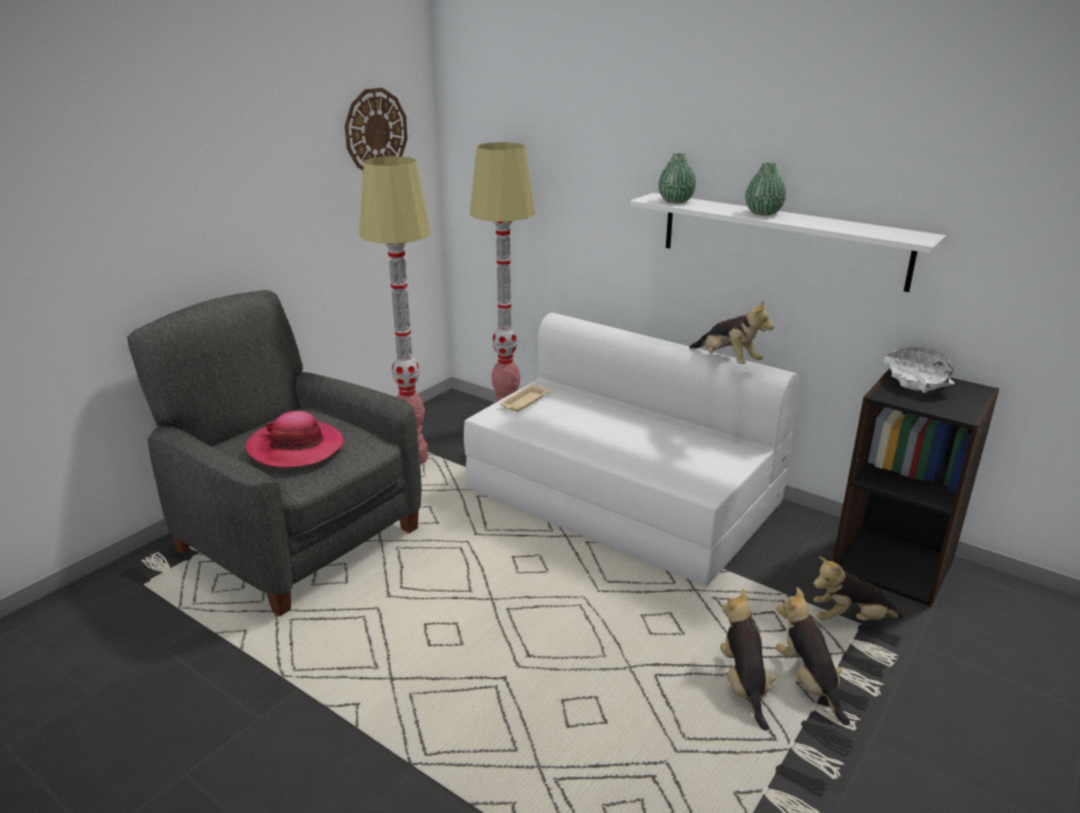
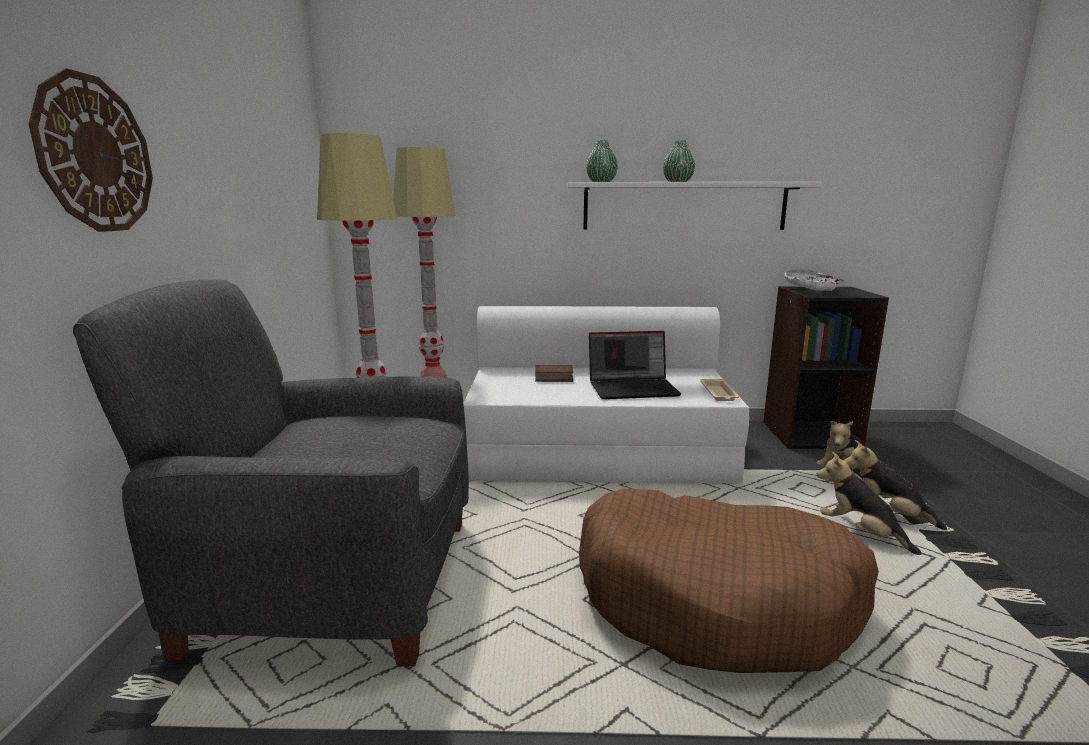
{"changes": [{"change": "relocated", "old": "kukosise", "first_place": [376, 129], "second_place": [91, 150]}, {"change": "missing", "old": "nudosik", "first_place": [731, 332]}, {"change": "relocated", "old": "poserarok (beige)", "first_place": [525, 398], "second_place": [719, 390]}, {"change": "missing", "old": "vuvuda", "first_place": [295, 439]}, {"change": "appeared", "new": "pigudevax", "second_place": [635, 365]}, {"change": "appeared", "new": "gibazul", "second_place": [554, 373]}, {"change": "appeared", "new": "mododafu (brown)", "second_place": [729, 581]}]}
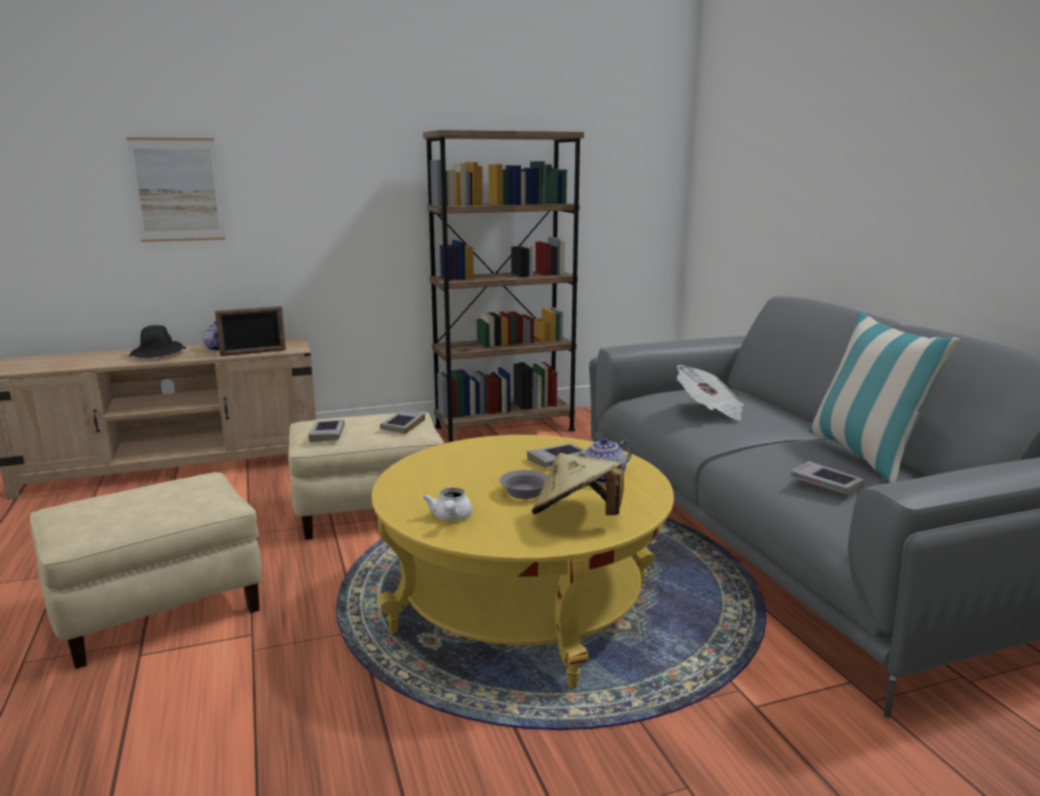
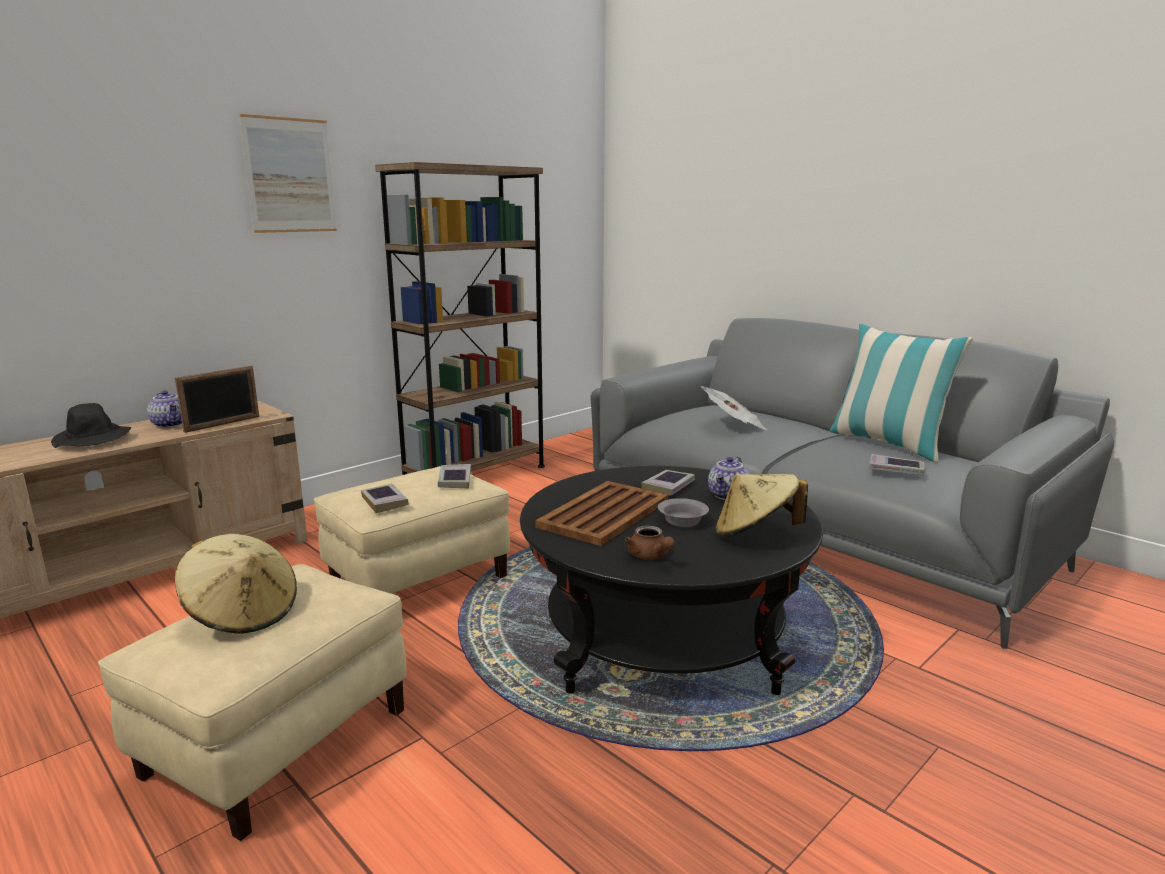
{"changes": [{"change": "relocated", "old": "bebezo", "first_place": [175, 189], "second_place": [288, 173]}, {"change": "colour", "old": "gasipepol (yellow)", "new": "gasipepol (black)", "first_place": [523, 561], "second_place": [671, 580]}, {"change": "colour", "old": "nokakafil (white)", "new": "nokakafil (brown)", "first_place": [448, 504], "second_place": [650, 542]}, {"change": "appeared", "new": "poserarok (brown)", "second_place": [601, 513]}, {"change": "appeared", "new": "vuvuda (beige)", "second_place": [236, 584]}]}
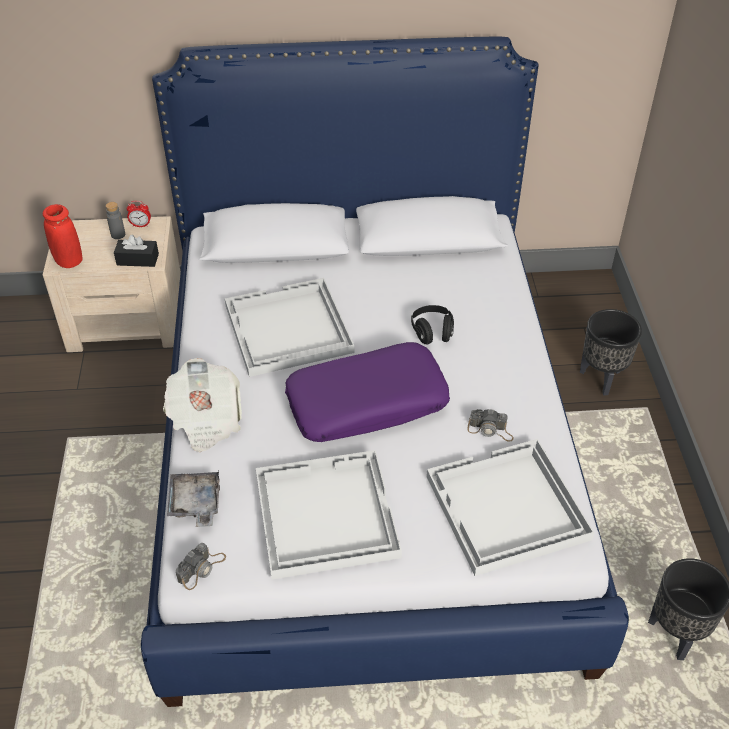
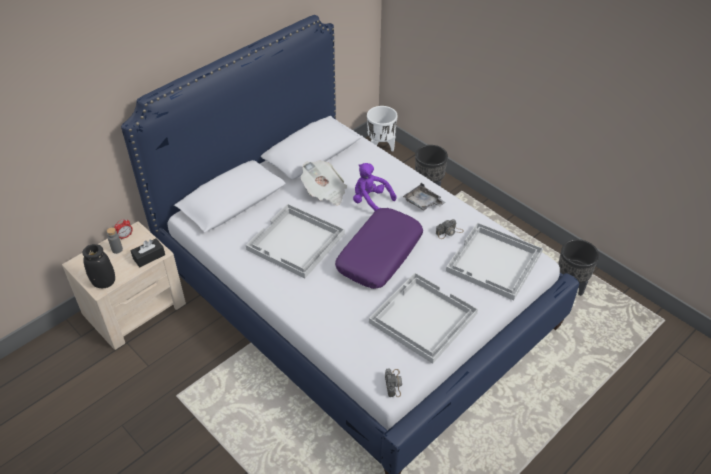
{"changes": [{"change": "colour", "old": "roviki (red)", "new": "roviki (black)", "first_place": [62, 236], "second_place": [99, 266]}, {"change": "exchanged", "old": "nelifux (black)", "new": "nudosik (purple)", "first_place": [432, 325], "second_place": [375, 187]}, {"change": "relocated", "old": "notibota", "first_place": [202, 405], "second_place": [323, 182]}, {"change": "relocated", "old": "poserarok (grey)", "first_place": [193, 499], "second_place": [424, 197]}, {"change": "appeared", "new": "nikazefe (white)", "second_place": [382, 128]}]}
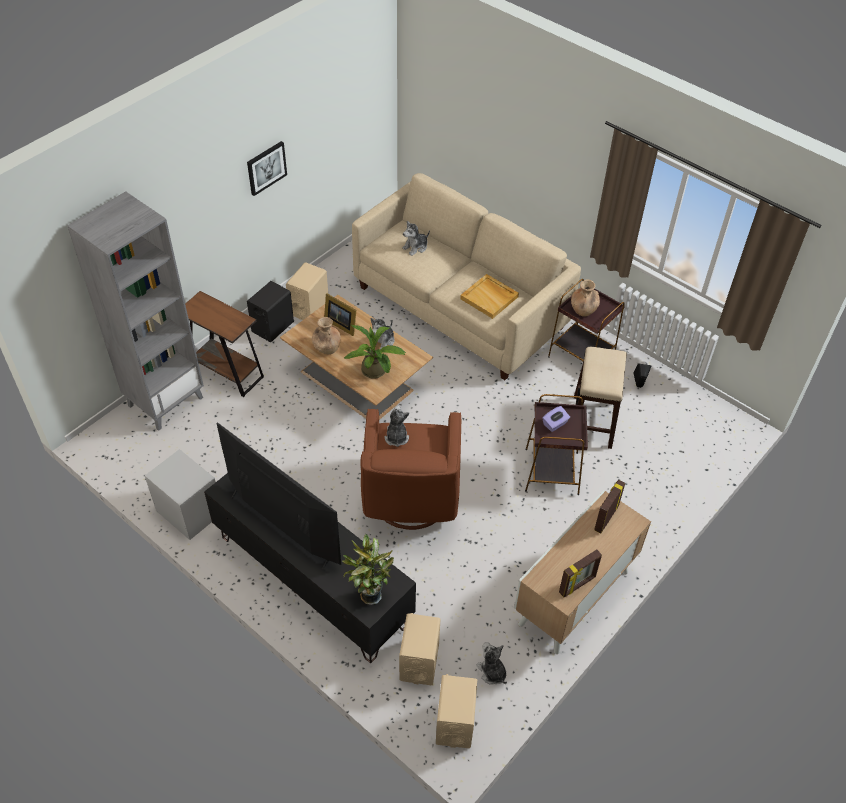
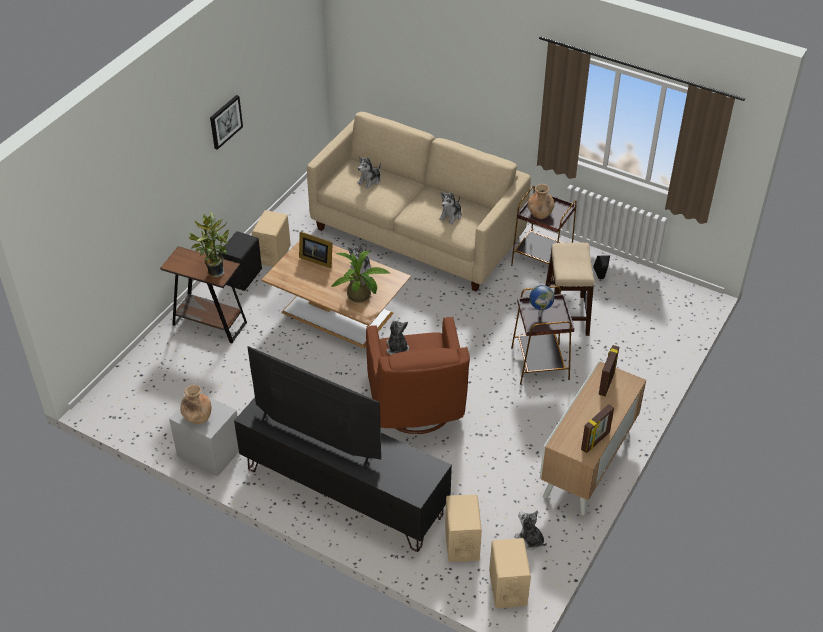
{"changes": [{"change": "missing", "old": "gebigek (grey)", "first_place": [135, 311]}, {"change": "exchanged", "old": "poserarok (beige)", "new": "nudosik", "first_place": [489, 296], "second_place": [450, 208]}, {"change": "relocated", "old": "roviki (brown)", "first_place": [326, 335], "second_place": [195, 404]}, {"change": "exchanged", "old": "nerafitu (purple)", "new": "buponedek", "first_place": [556, 419], "second_place": [542, 300]}, {"change": "relocated", "old": "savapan", "first_place": [368, 569], "second_place": [208, 245]}]}
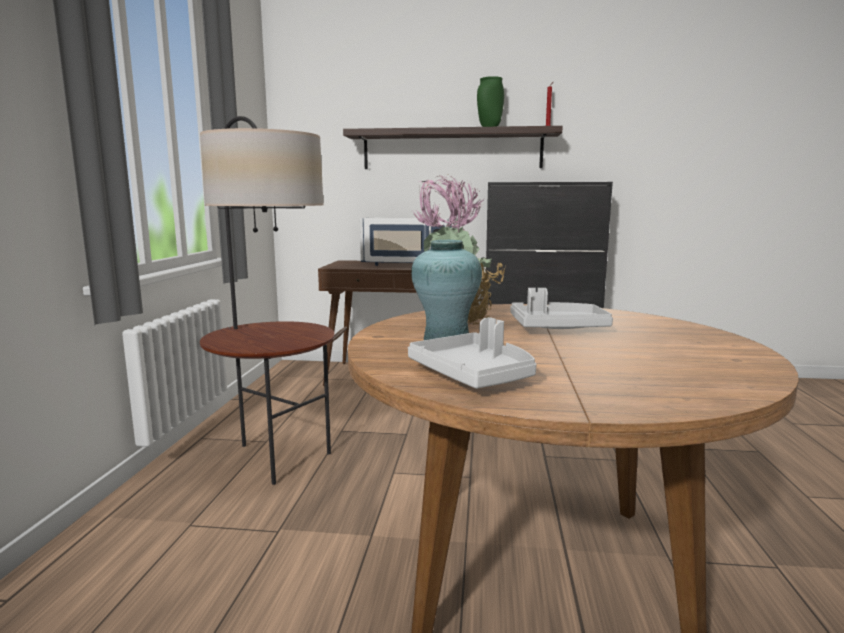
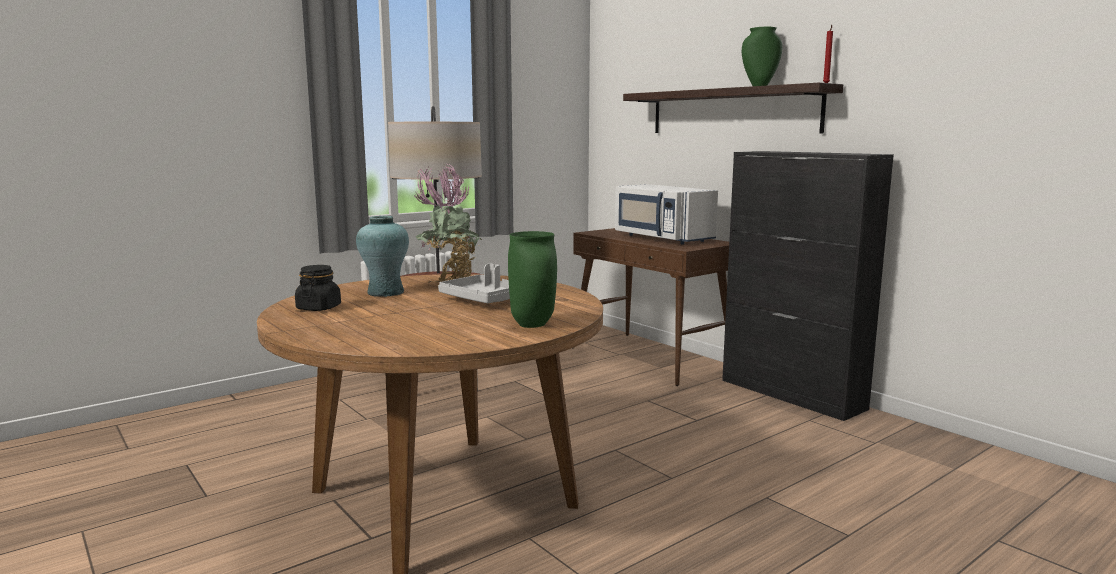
{"changes": [{"change": "exchanged", "old": "poserarok (grey)", "new": "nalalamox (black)", "first_place": [472, 353], "second_place": [318, 288]}, {"change": "appeared", "new": "roviki (green)", "second_place": [532, 279]}]}
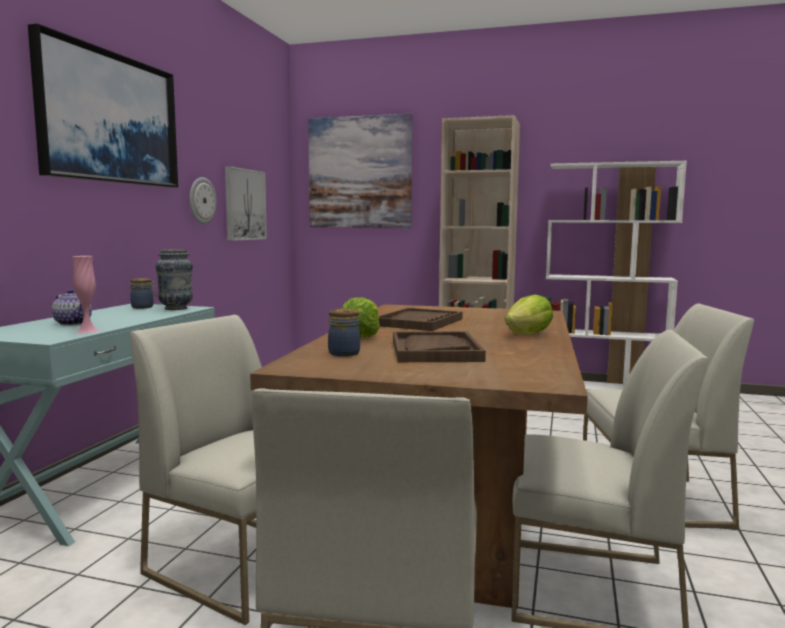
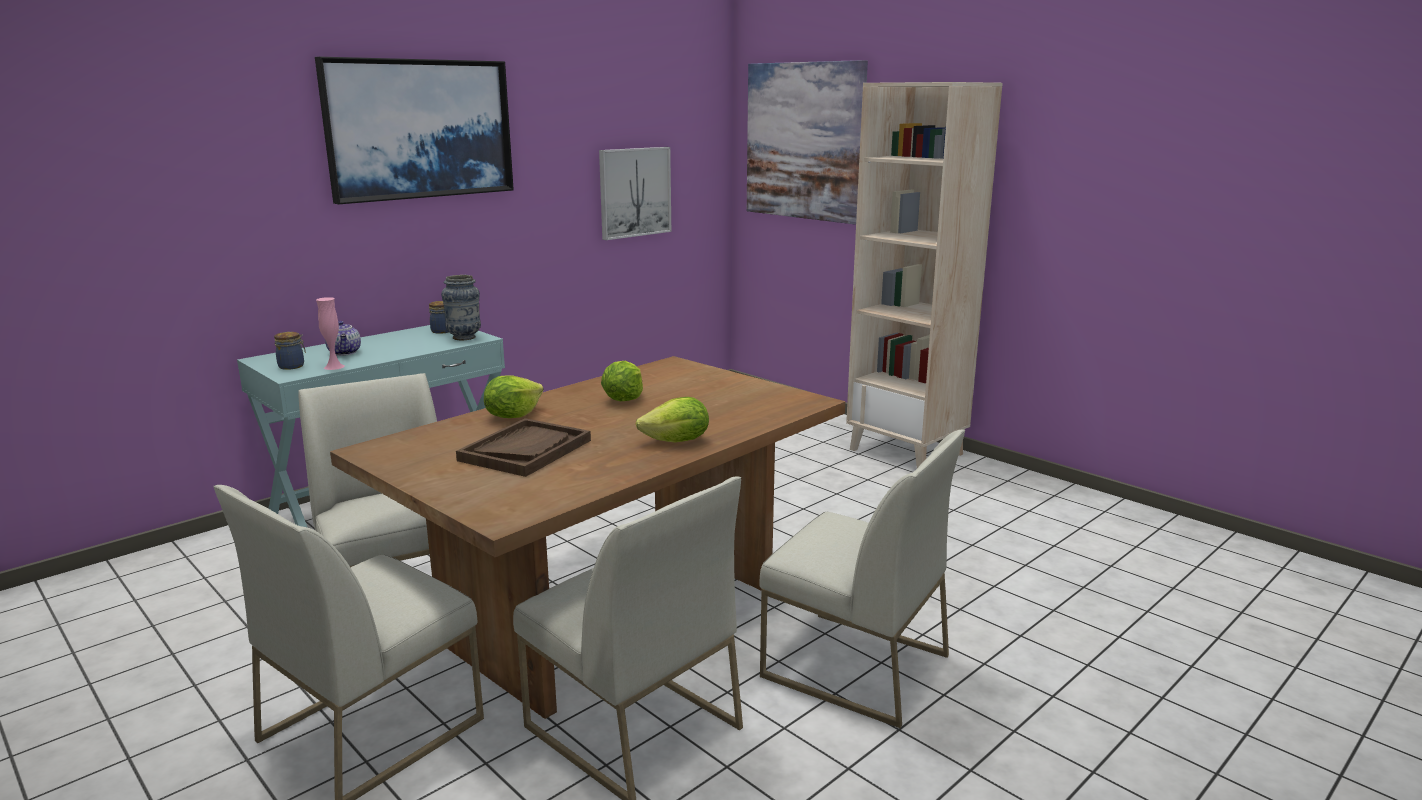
{"changes": [{"change": "missing", "old": "gebigek (white)", "first_place": [616, 275]}, {"change": "missing", "old": "kukosise", "first_place": [203, 200]}, {"change": "exchanged", "old": "poserarok (brown)", "new": "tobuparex", "first_place": [420, 319], "second_place": [622, 381]}, {"change": "relocated", "old": "nalalamox", "first_place": [344, 333], "second_place": [290, 351]}]}
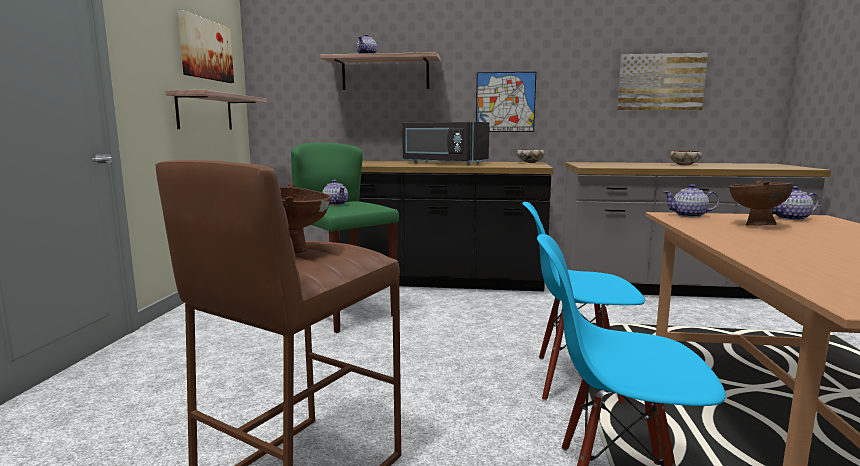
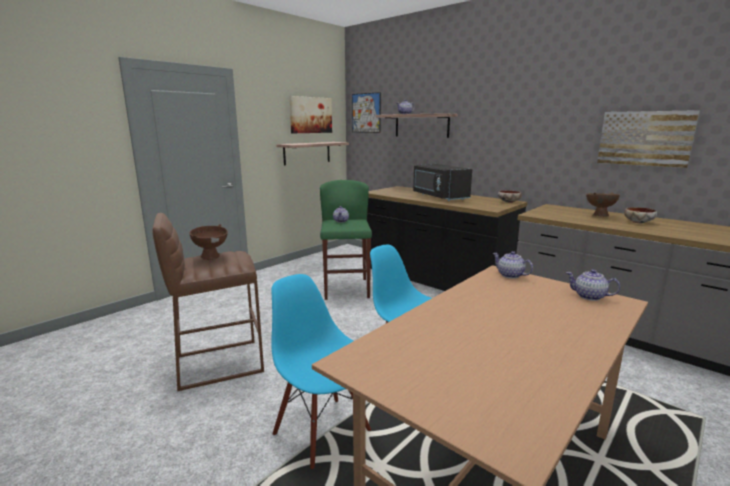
{"changes": [{"change": "relocated", "old": "bebezo", "first_place": [506, 102], "second_place": [366, 112]}, {"change": "relocated", "old": "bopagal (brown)", "first_place": [761, 203], "second_place": [603, 204]}]}
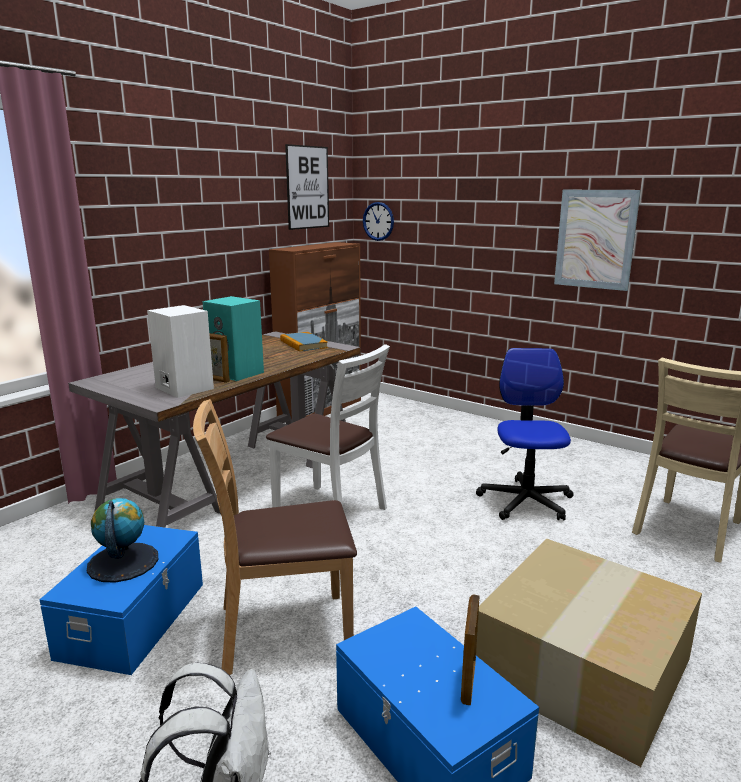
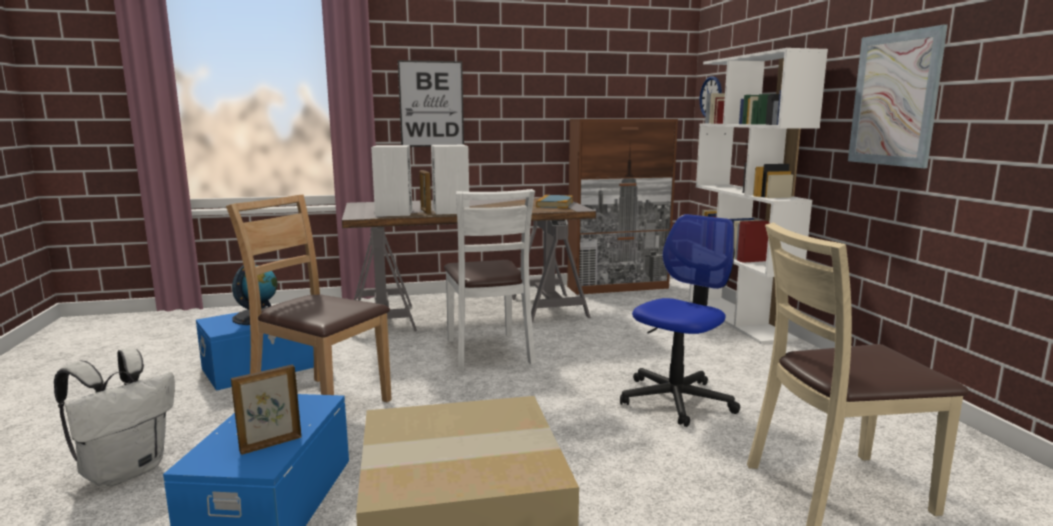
{"changes": [{"change": "relocated", "old": "bebezo", "first_place": [307, 187], "second_place": [431, 103]}, {"change": "colour", "old": "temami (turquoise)", "new": "temami (white)", "first_place": [233, 338], "second_place": [450, 180]}, {"change": "appeared", "new": "gebigek (white)", "second_place": [758, 196]}]}
